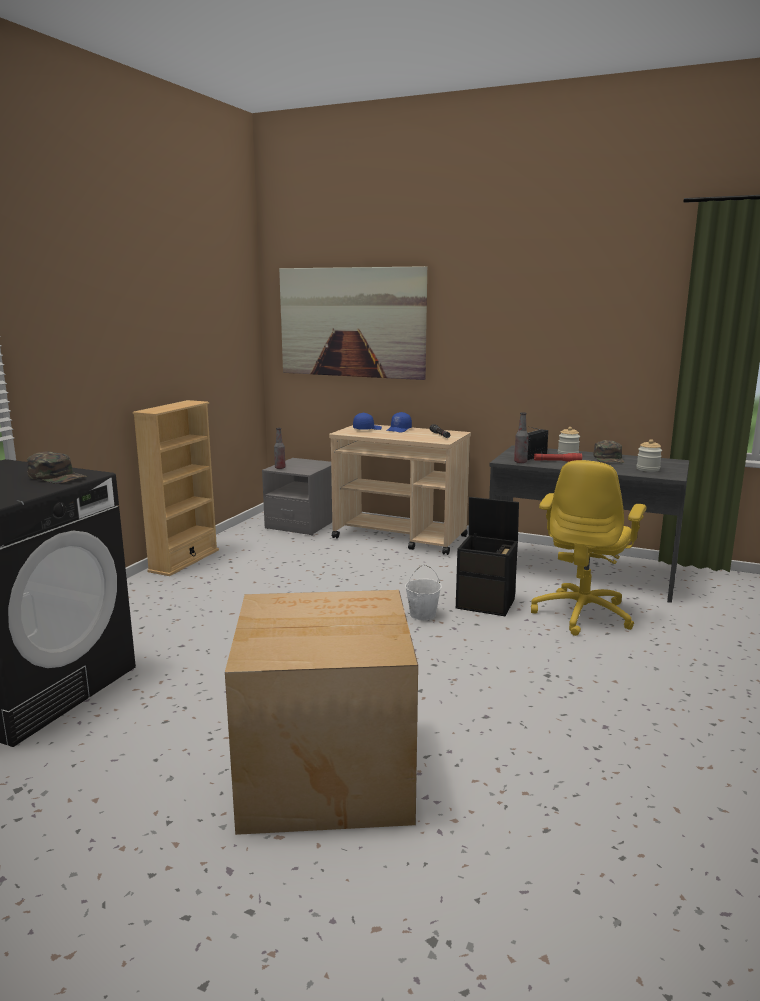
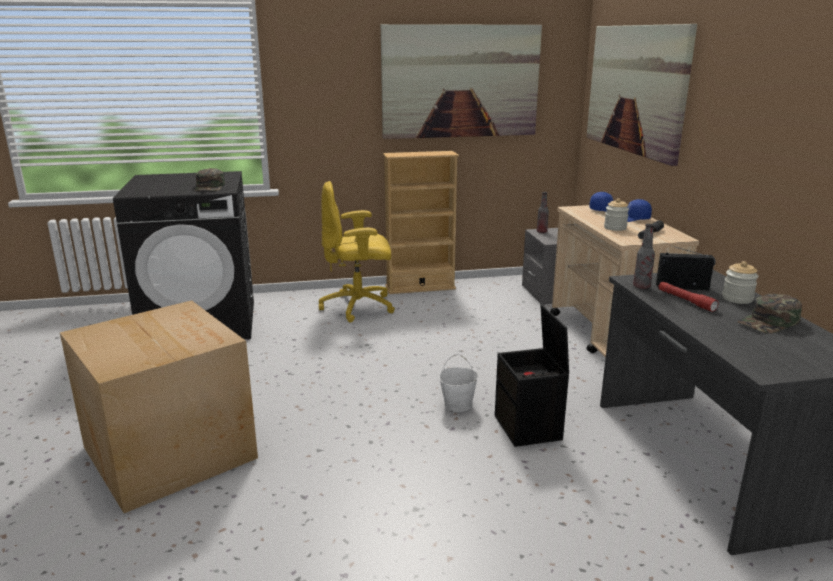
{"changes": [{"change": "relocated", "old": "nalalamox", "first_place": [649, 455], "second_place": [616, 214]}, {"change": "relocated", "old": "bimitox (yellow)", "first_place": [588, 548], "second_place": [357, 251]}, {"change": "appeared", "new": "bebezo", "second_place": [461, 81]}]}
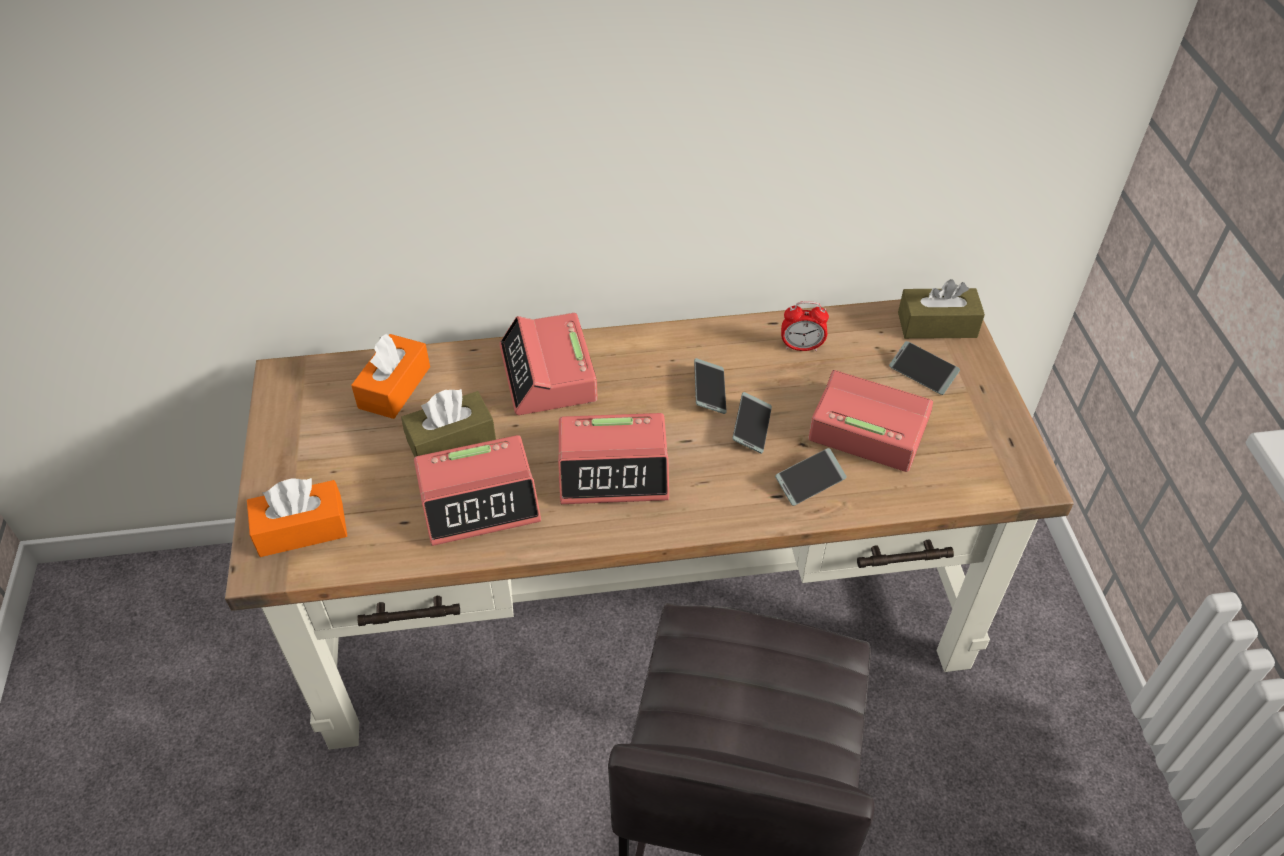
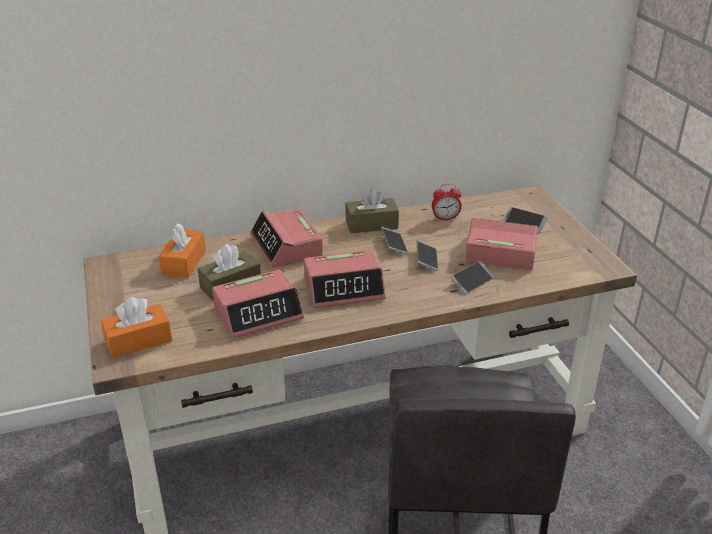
{"changes": [{"change": "relocated", "old": "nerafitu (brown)", "first_place": [941, 309], "second_place": [372, 211]}]}
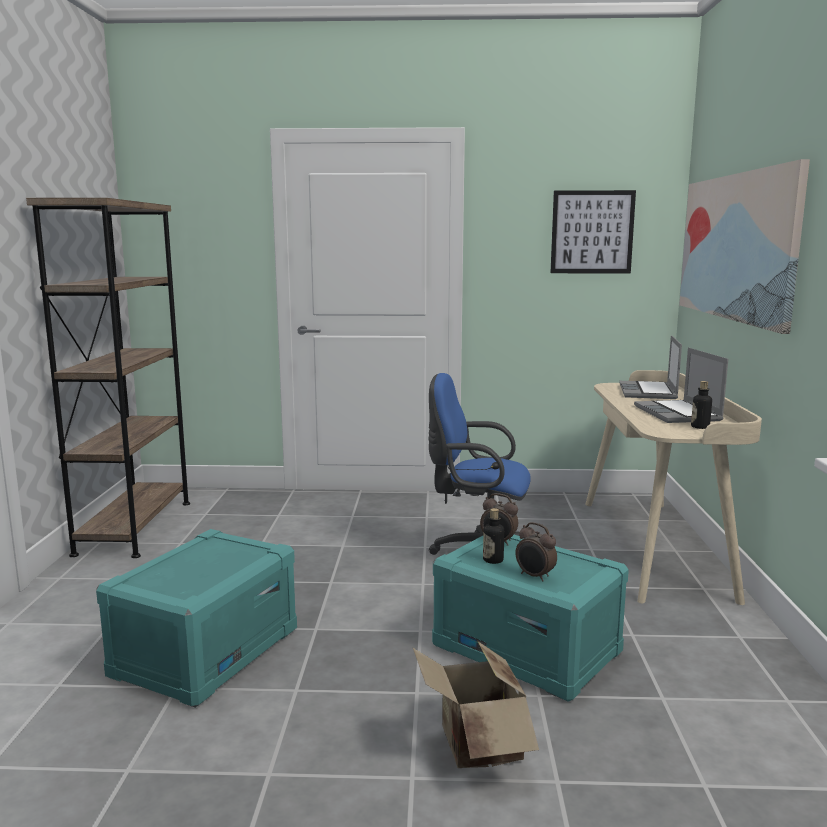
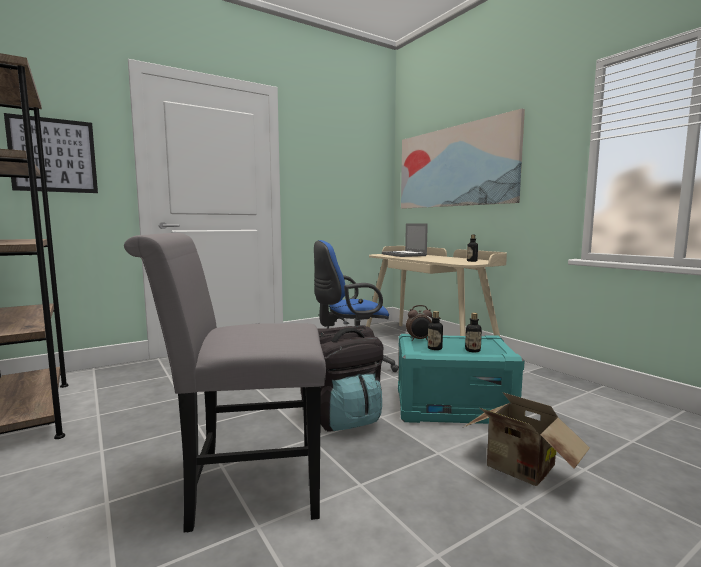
{"changes": [{"change": "relocated", "old": "bebezo", "first_place": [593, 231], "second_place": [51, 153]}, {"change": "missing", "old": "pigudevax", "first_place": [681, 385]}, {"change": "exchanged", "old": "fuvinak", "new": "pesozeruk", "first_place": [536, 552], "second_place": [473, 332]}, {"change": "exchanged", "old": "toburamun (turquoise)", "new": "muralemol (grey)", "first_place": [196, 618], "second_place": [225, 382]}, {"change": "appeared", "new": "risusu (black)", "second_place": [341, 378]}]}
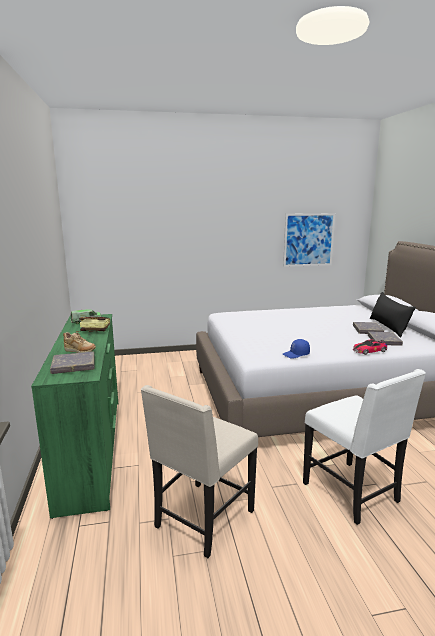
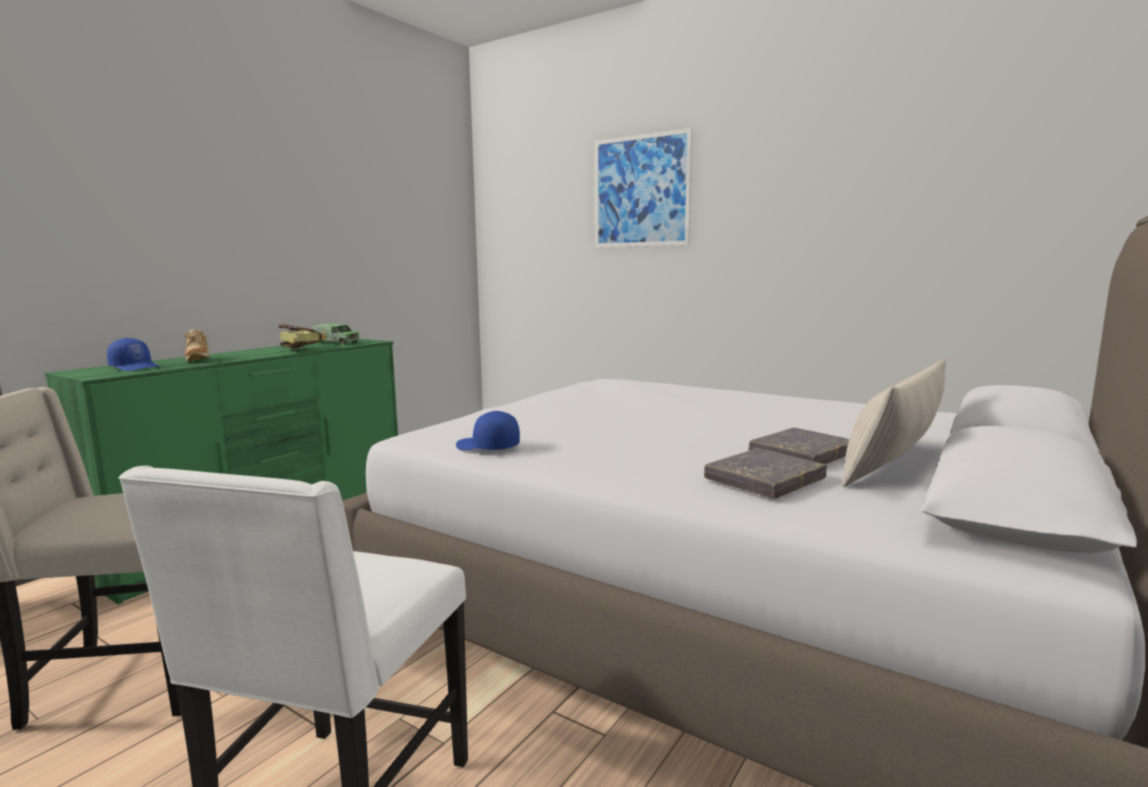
{"changes": [{"change": "relocated", "old": "bebezo", "first_place": [309, 240], "second_place": [643, 188]}, {"change": "colour", "old": "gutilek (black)", "new": "gutilek (beige)", "first_place": [393, 315], "second_place": [894, 423]}, {"change": "missing", "old": "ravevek", "first_place": [370, 347]}, {"change": "exchanged", "old": "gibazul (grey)", "new": "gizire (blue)", "first_place": [72, 362], "second_place": [133, 354]}]}
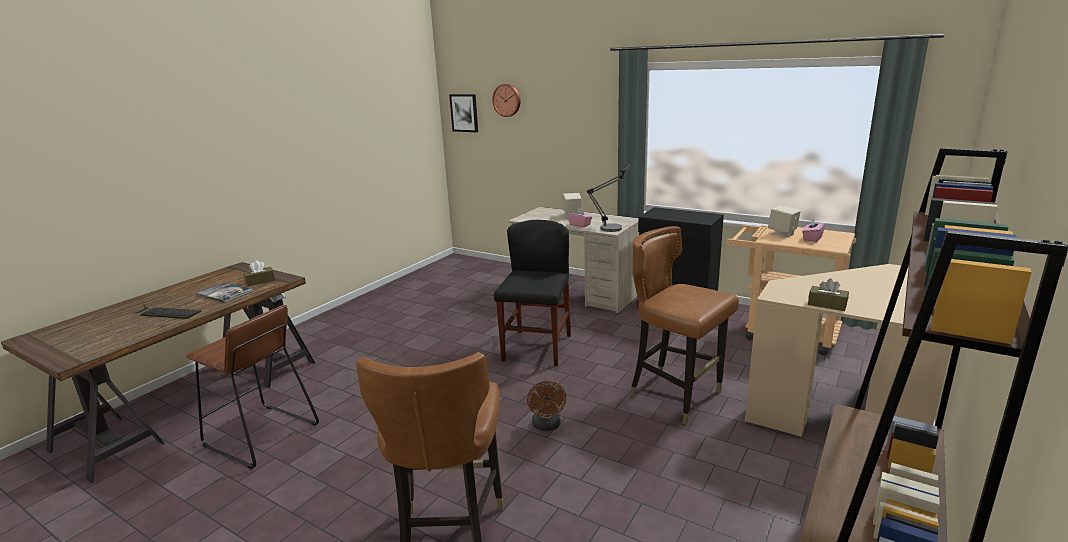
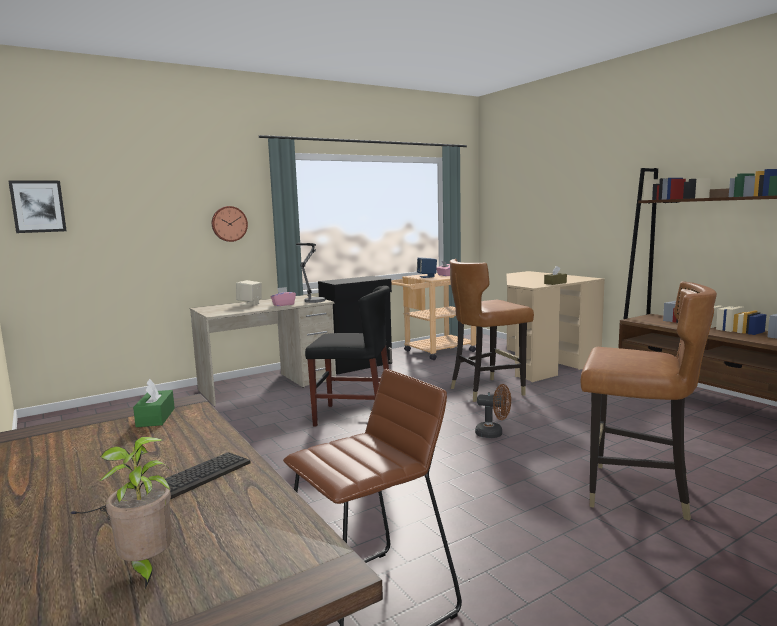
{"changes": [{"change": "relocated", "old": "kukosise", "first_place": [506, 100], "second_place": [230, 224]}, {"change": "colour", "old": "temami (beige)", "new": "temami (blue)", "first_place": [784, 221], "second_place": [427, 267]}, {"change": "spun", "old": "muralemol (black)", "first_place": [532, 293], "second_place": [347, 356], "degrees": 150}, {"change": "colour", "old": "nerafitu (brown)", "new": "nerafitu (green)", "first_place": [259, 273], "second_place": [154, 403]}, {"change": "missing", "old": "gibazul", "first_place": [224, 292]}, {"change": "appeared", "new": "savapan", "second_place": [135, 513]}]}
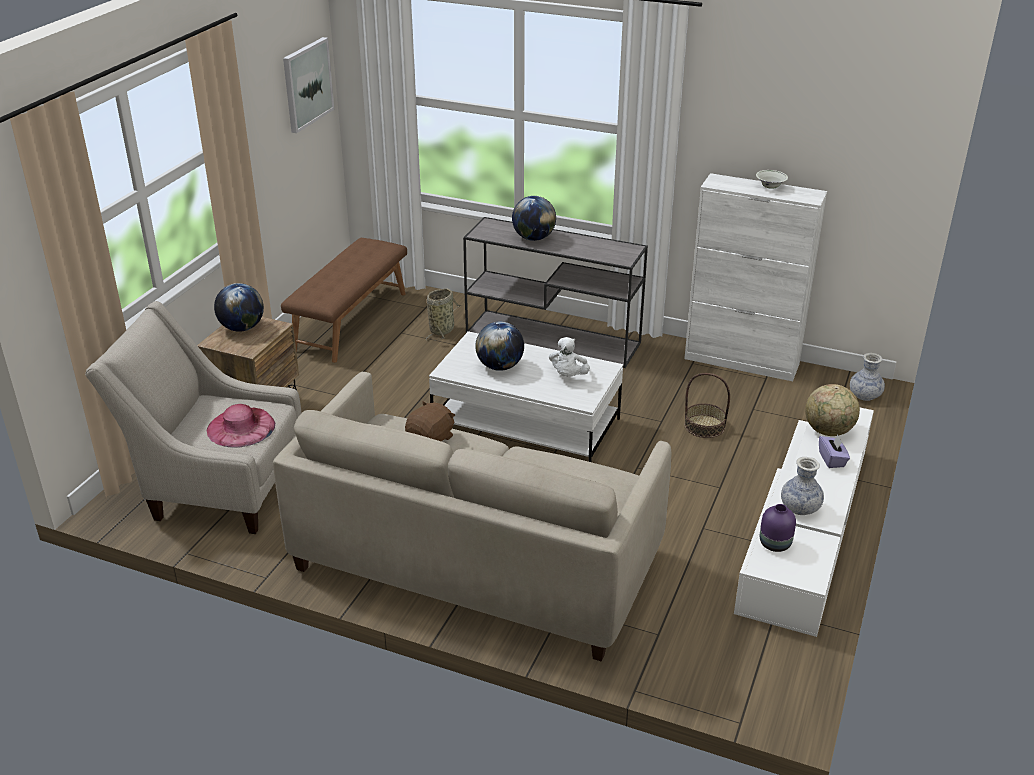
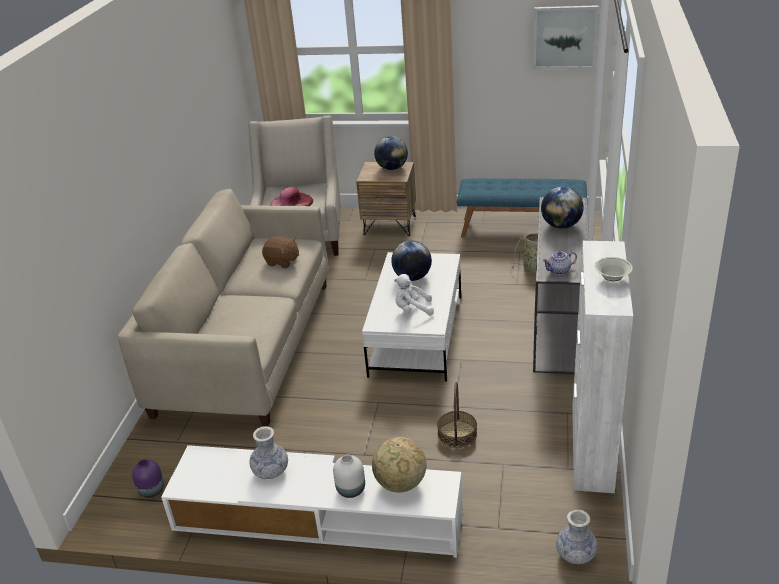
{"changes": [{"change": "colour", "old": "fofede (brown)", "new": "fofede (blue)", "first_place": [344, 300], "second_place": [522, 208]}, {"change": "exchanged", "old": "nerafitu (purple)", "new": "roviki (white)", "first_place": [834, 451], "second_place": [349, 476]}, {"change": "relocated", "old": "roviki (purple)", "first_place": [778, 528], "second_place": [148, 478]}, {"change": "appeared", "new": "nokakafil", "second_place": [559, 263]}]}
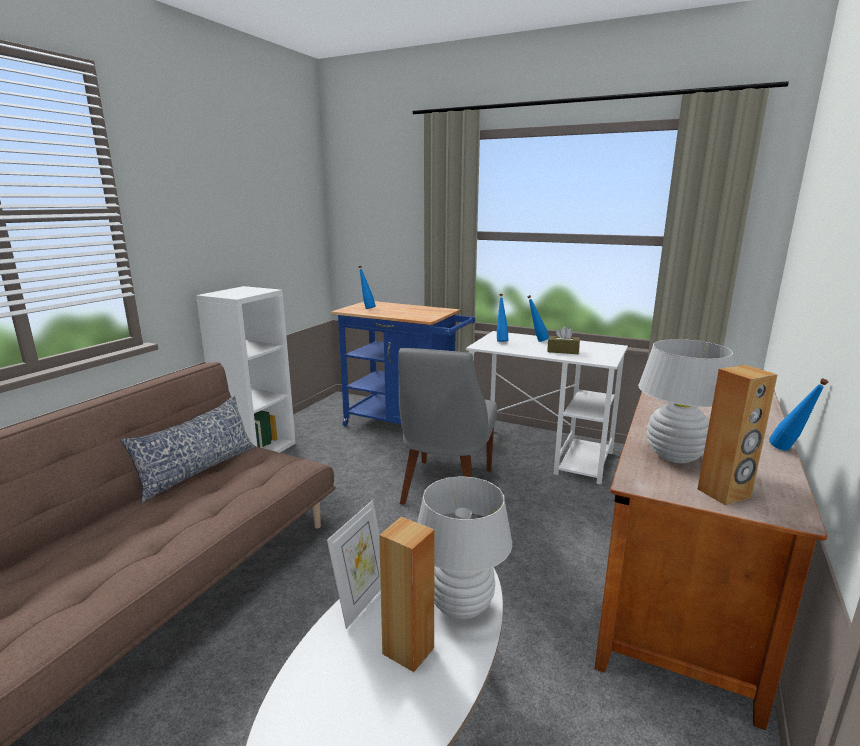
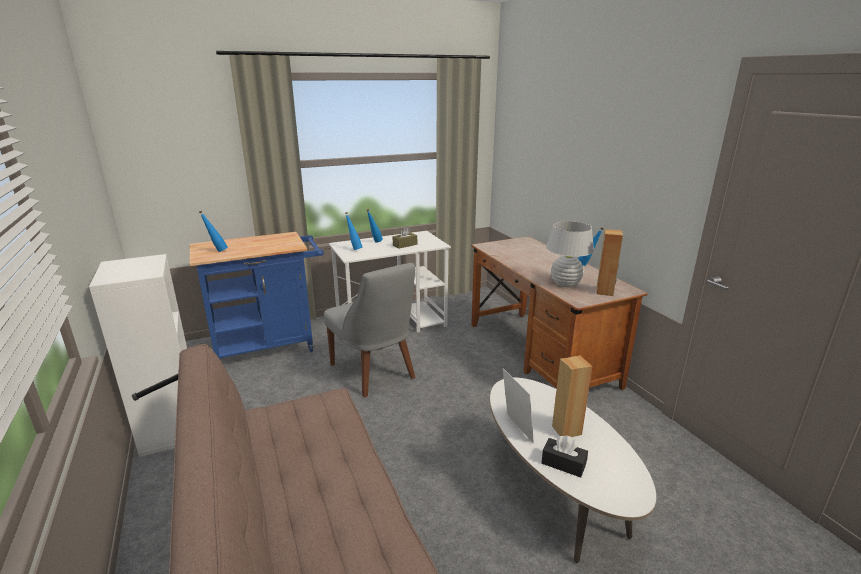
{"changes": [{"change": "missing", "old": "gutilek", "first_place": [188, 449]}, {"change": "missing", "old": "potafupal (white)", "first_place": [464, 547]}, {"change": "appeared", "new": "nerafitu (black)", "second_place": [564, 456]}]}
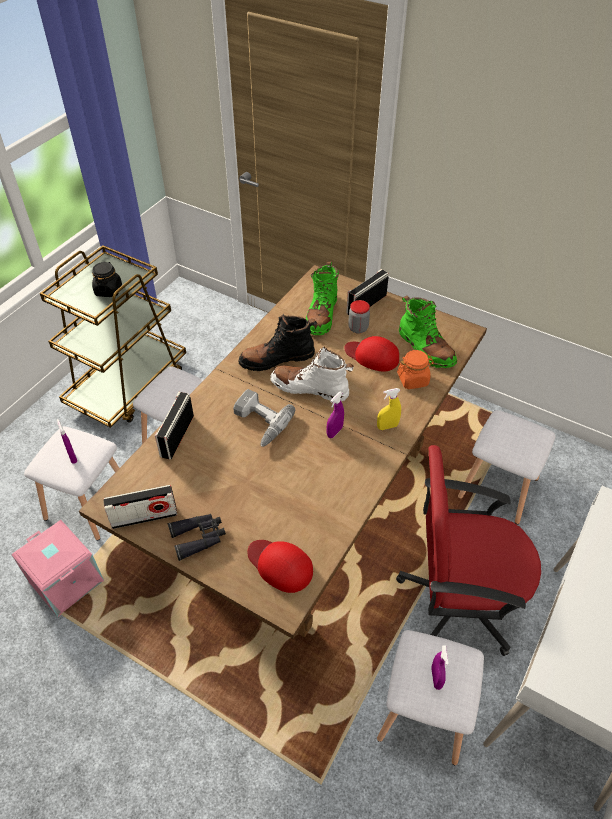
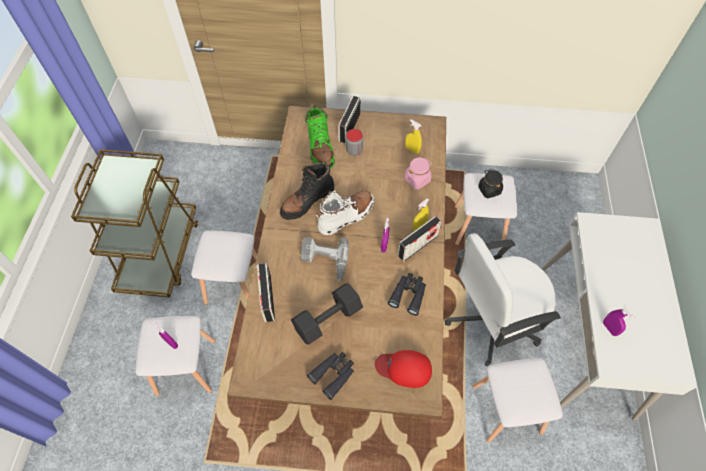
{"changes": [{"change": "relocated", "old": "nalalamox (black)", "first_place": [107, 279], "second_place": [490, 183]}, {"change": "exchanged", "old": "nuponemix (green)", "new": "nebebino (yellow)", "first_place": [428, 331], "second_place": [413, 136]}, {"change": "missing", "old": "gizire (red)", "first_place": [371, 353]}, {"change": "spun", "old": "nuponemix (white)", "first_place": [312, 373], "second_place": [345, 212], "degrees": 150}, {"change": "colour", "old": "nalalamox (orange)", "new": "nalalamox (pink)", "first_place": [415, 369], "second_place": [418, 173]}, {"change": "colour", "old": "bimitox (red)", "new": "bimitox (white)", "first_place": [468, 550], "second_place": [503, 300]}, {"change": "relocated", "old": "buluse", "first_place": [140, 507], "second_place": [420, 239]}, {"change": "missing", "old": "toburamun (pink)", "first_place": [57, 569]}, {"change": "relocated", "old": "nebebino (purple)", "first_place": [440, 667], "second_place": [619, 320]}, {"change": "appeared", "new": "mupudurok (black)", "second_place": [407, 294]}, {"change": "appeared", "new": "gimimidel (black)", "second_place": [327, 313]}]}
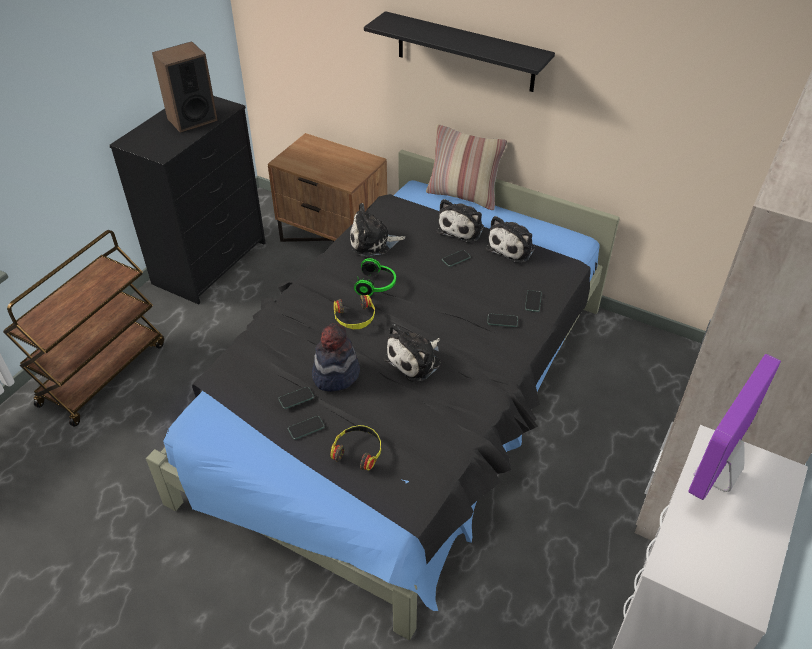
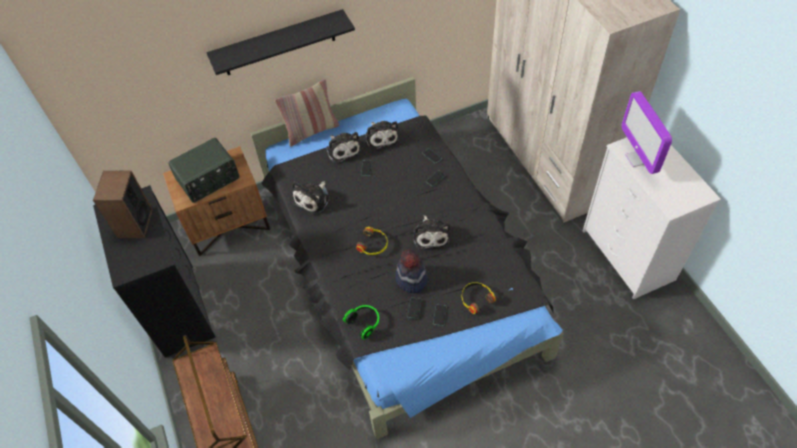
{"changes": [{"change": "relocated", "old": "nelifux", "first_place": [375, 277], "second_place": [361, 322]}, {"change": "appeared", "new": "buluse", "second_place": [204, 170]}]}
